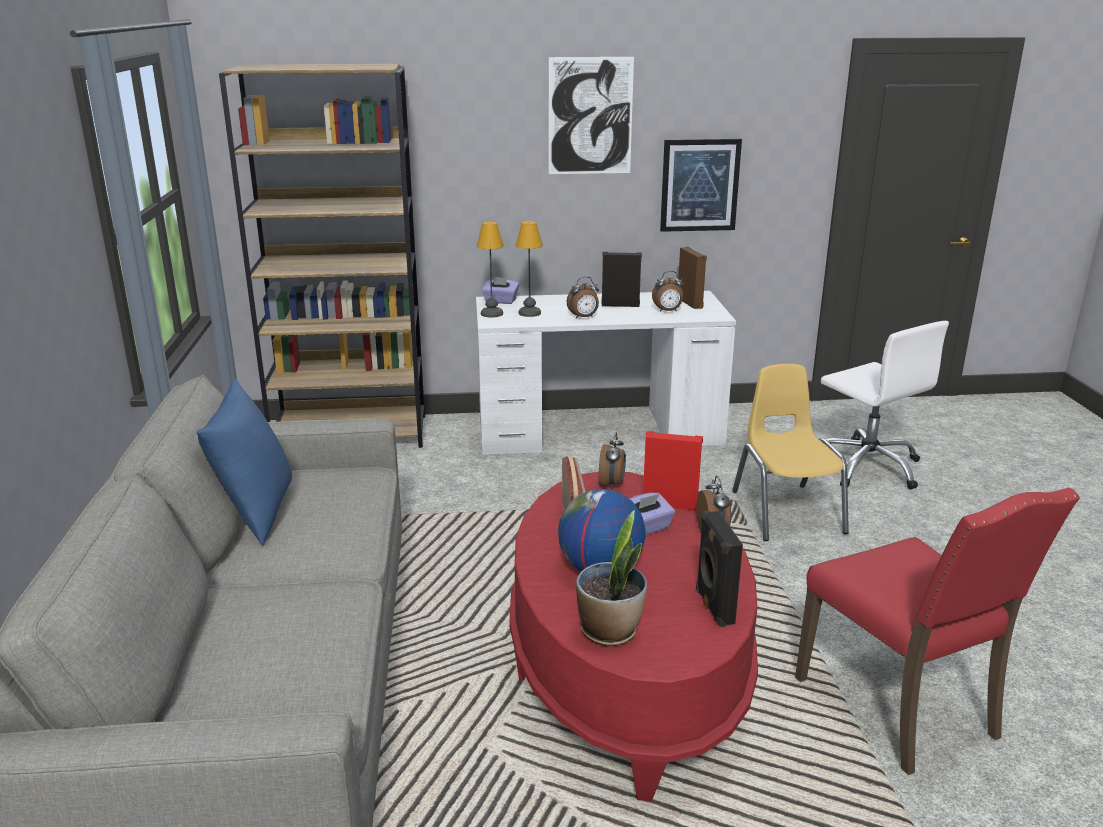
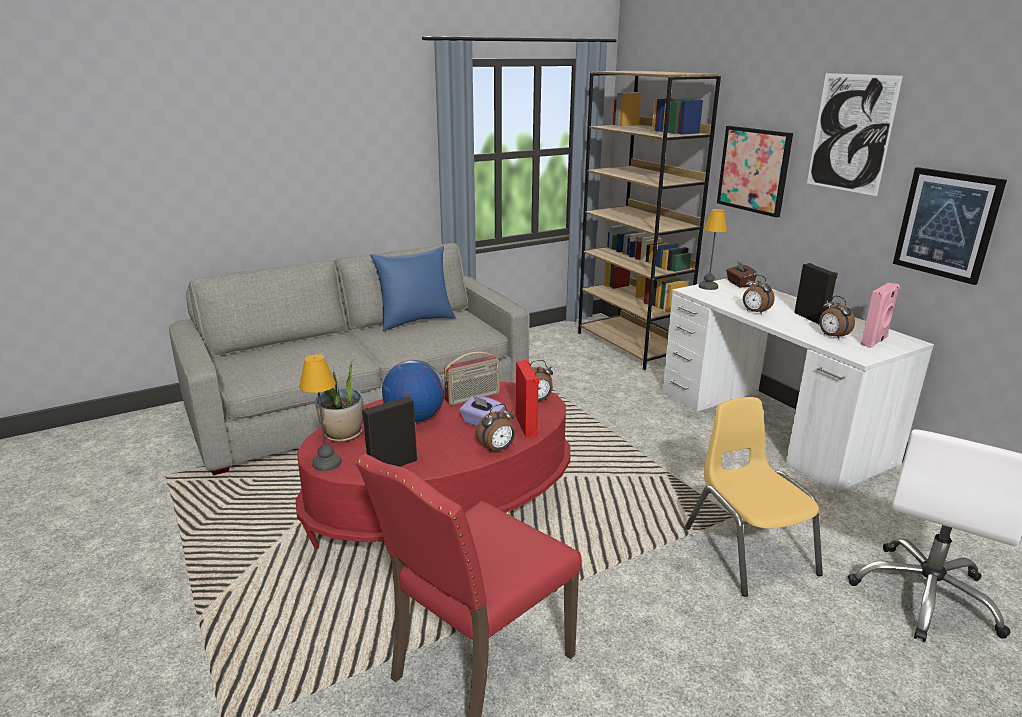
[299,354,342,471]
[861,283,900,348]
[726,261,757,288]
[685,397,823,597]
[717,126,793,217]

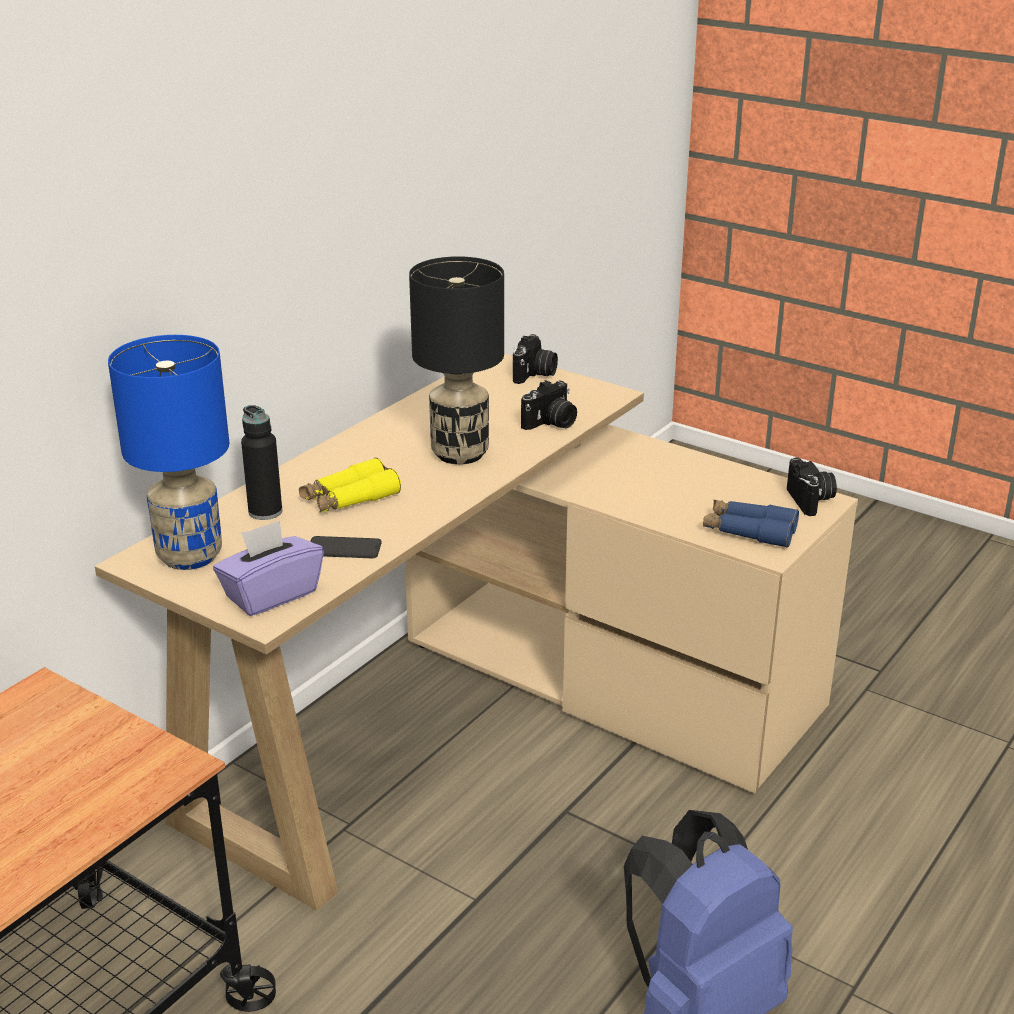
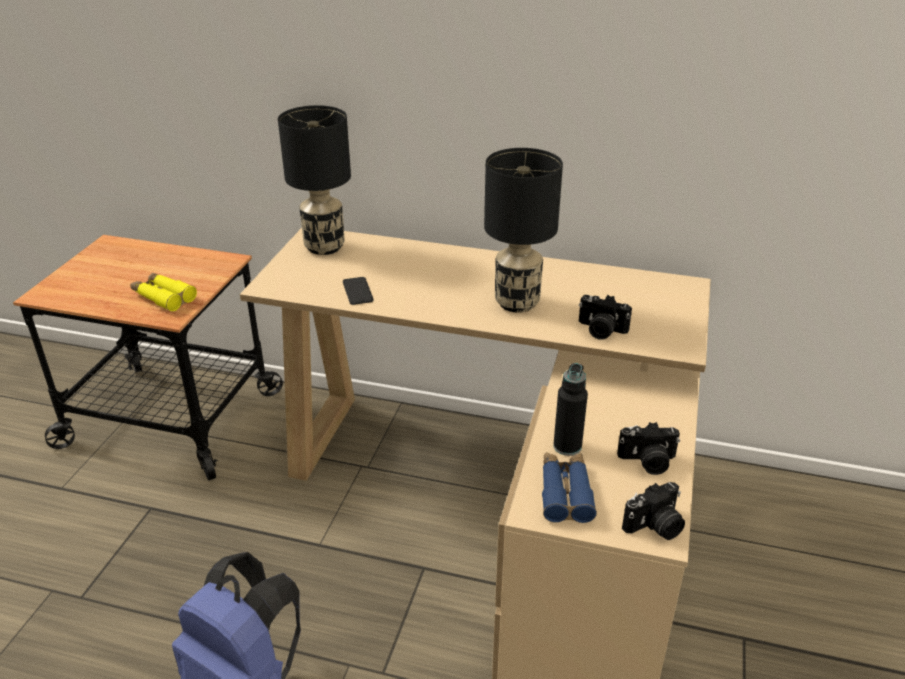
[617,422,680,475]
[278,105,351,255]
[553,363,588,456]
[130,273,197,312]
[213,520,324,616] (first image)

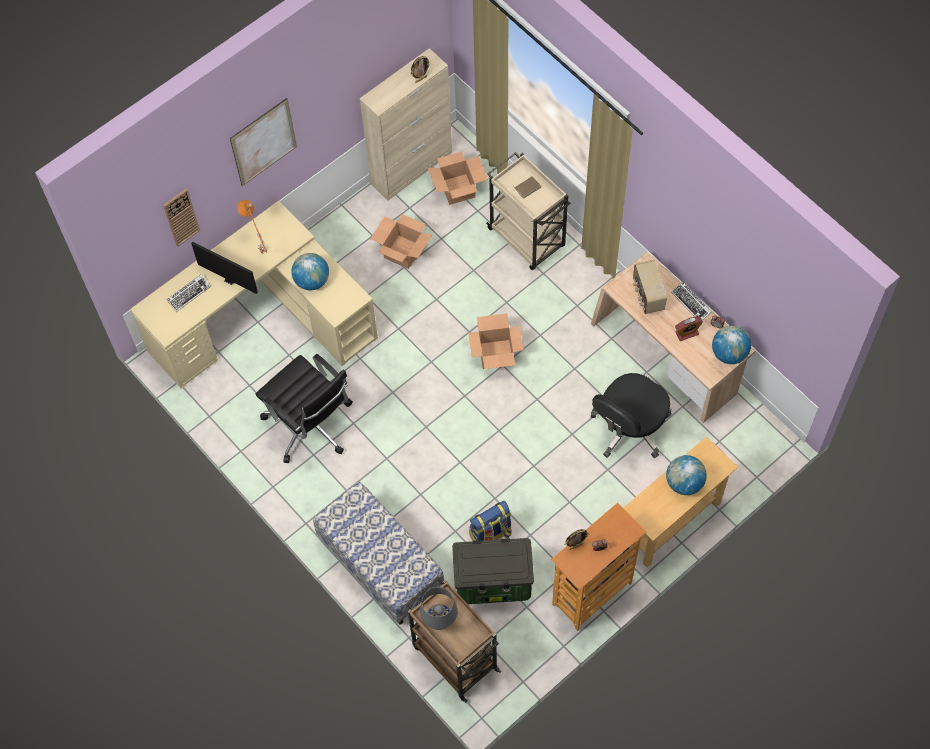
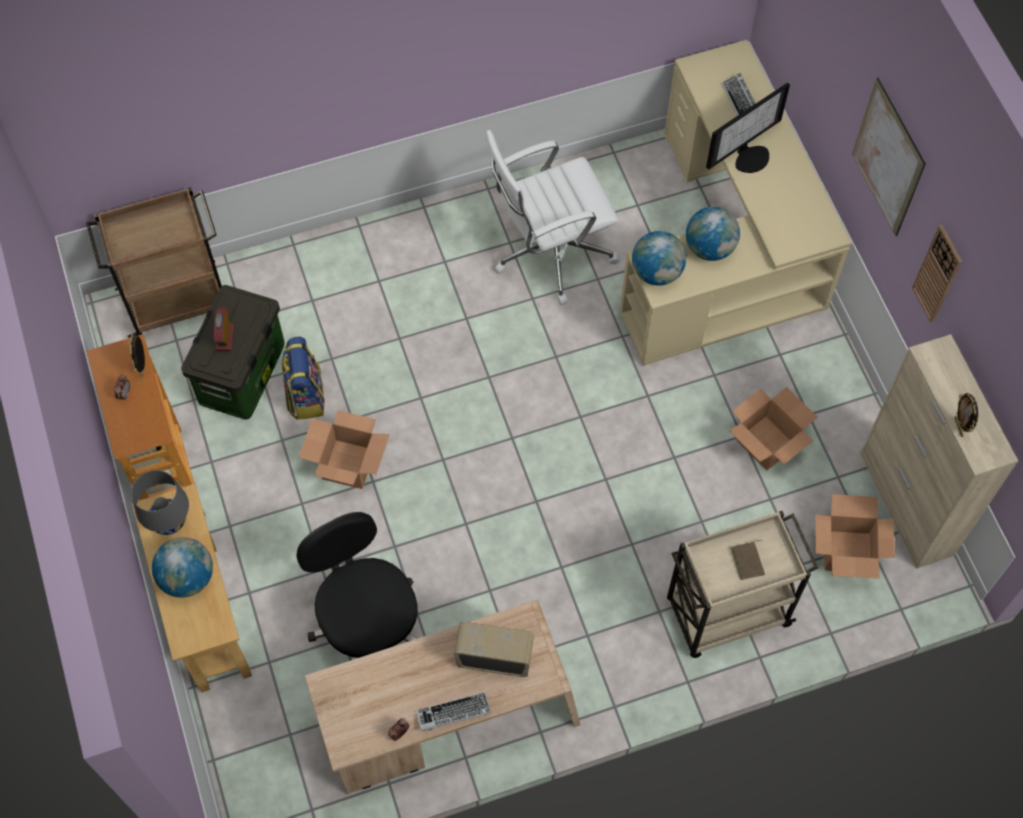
[912,225,962,323]
[237,200,267,253] (first image)
[298,410,390,489]
[214,307,234,351]
[632,231,686,286]
[485,130,620,306]
[313,482,444,624] (first image)
[131,470,189,535]

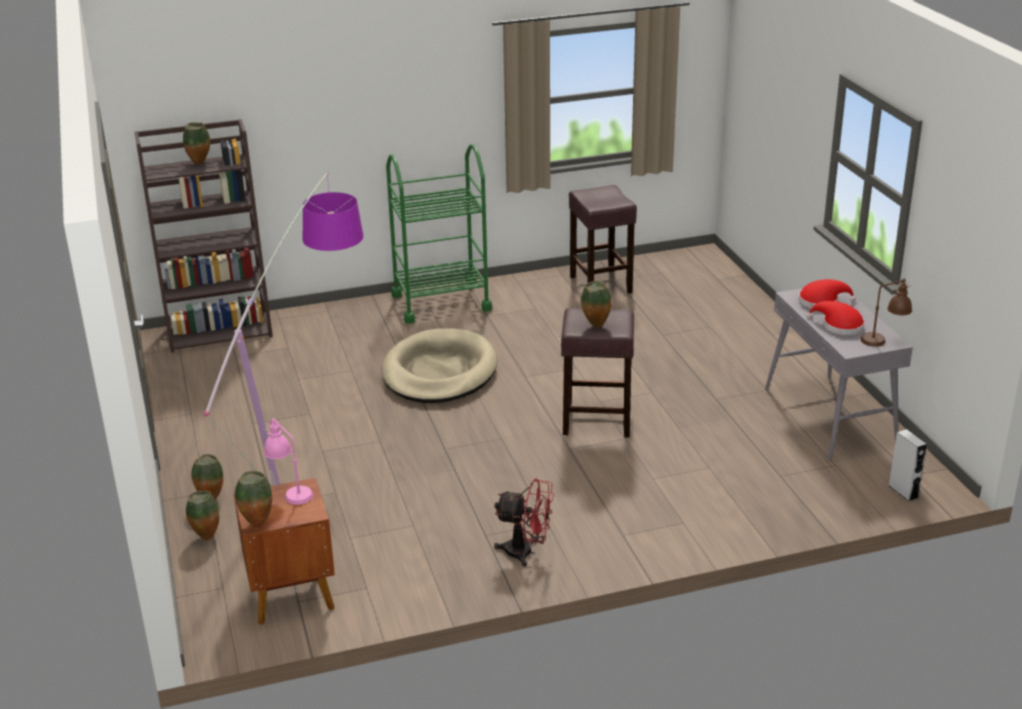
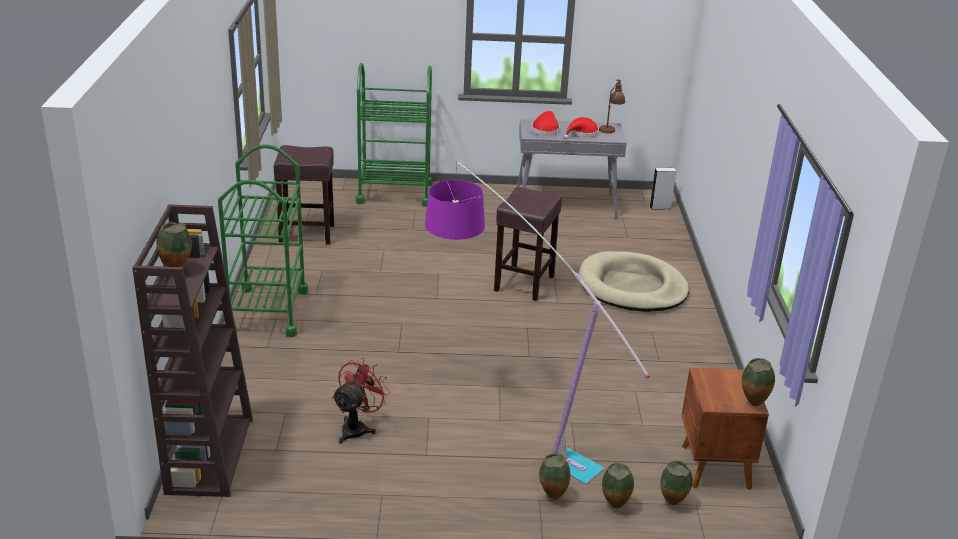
[660,461,693,505]
[579,251,689,312]
[263,418,313,505] (first image)
[332,357,391,444]
[356,63,432,207]

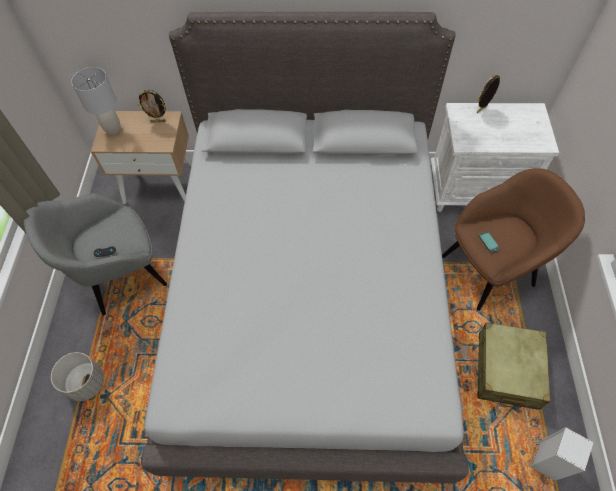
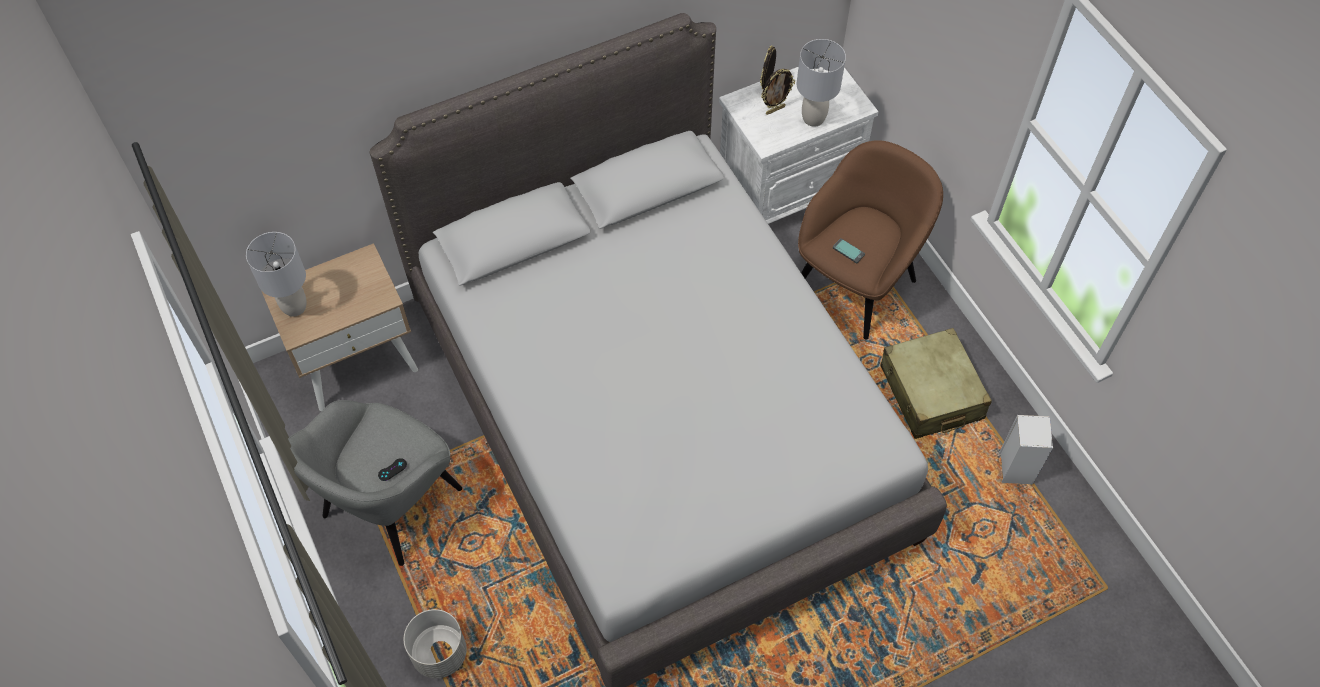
[762,69,795,115]
[797,39,846,127]

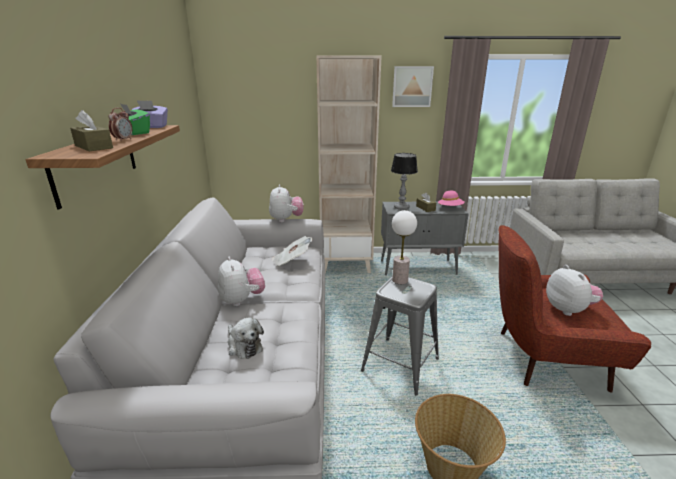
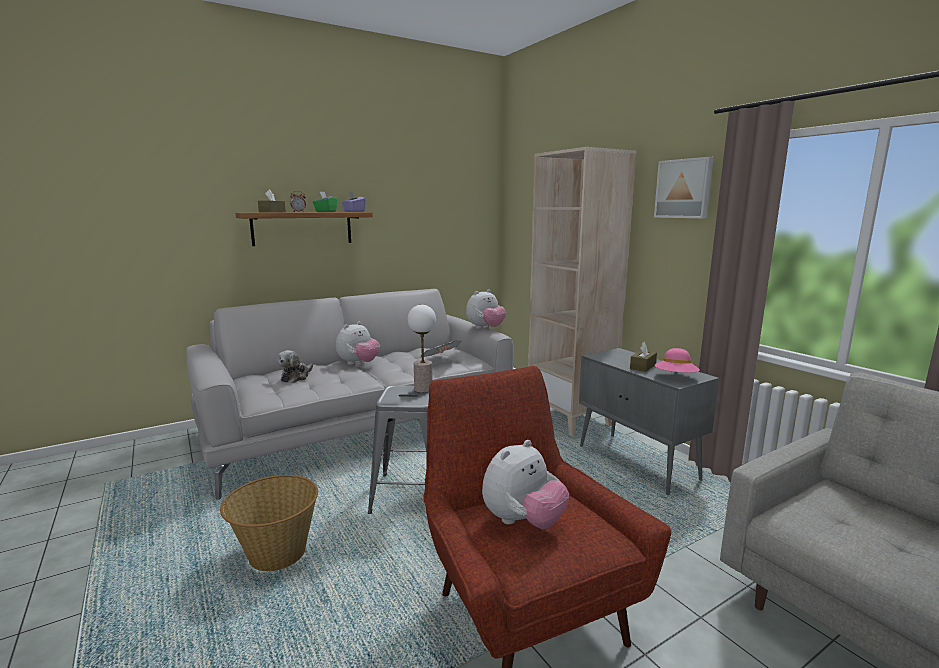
[391,153,418,210] (first image)

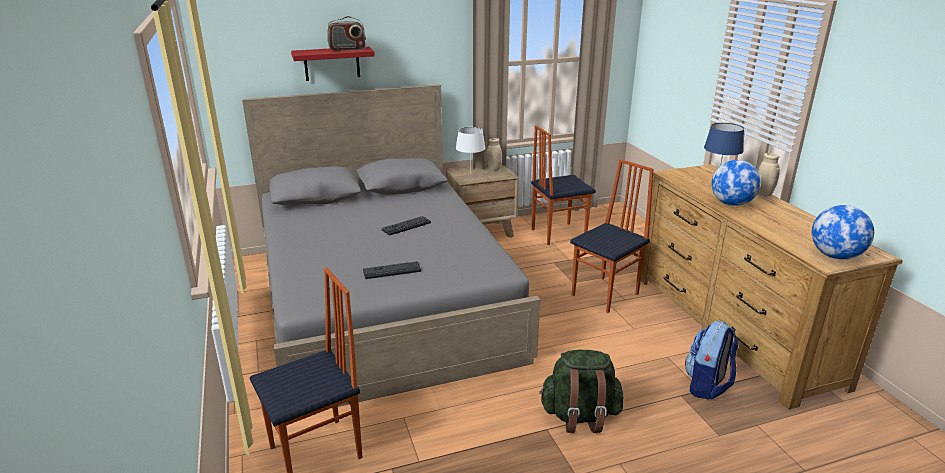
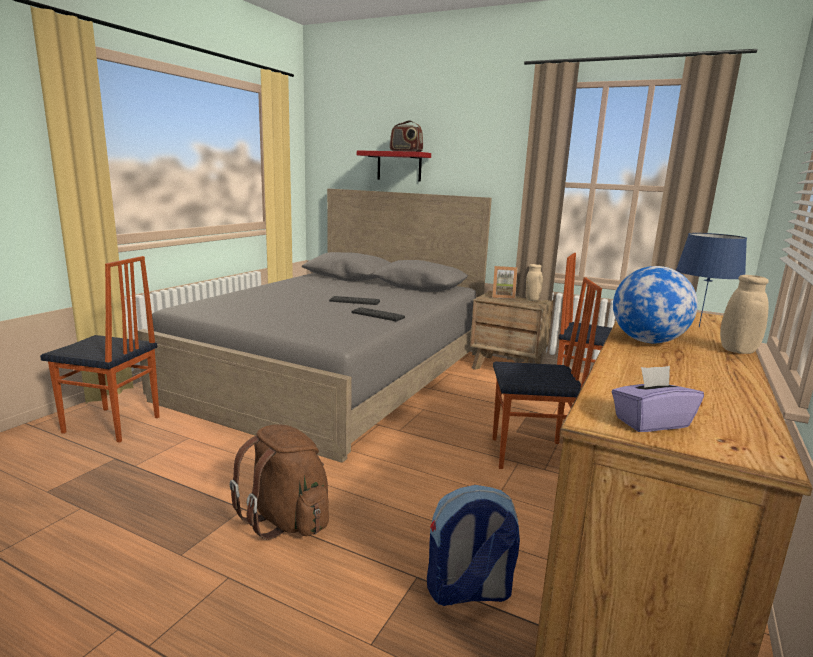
[492,266,518,299]
[611,366,704,432]
[351,307,405,321]
[230,424,329,540]

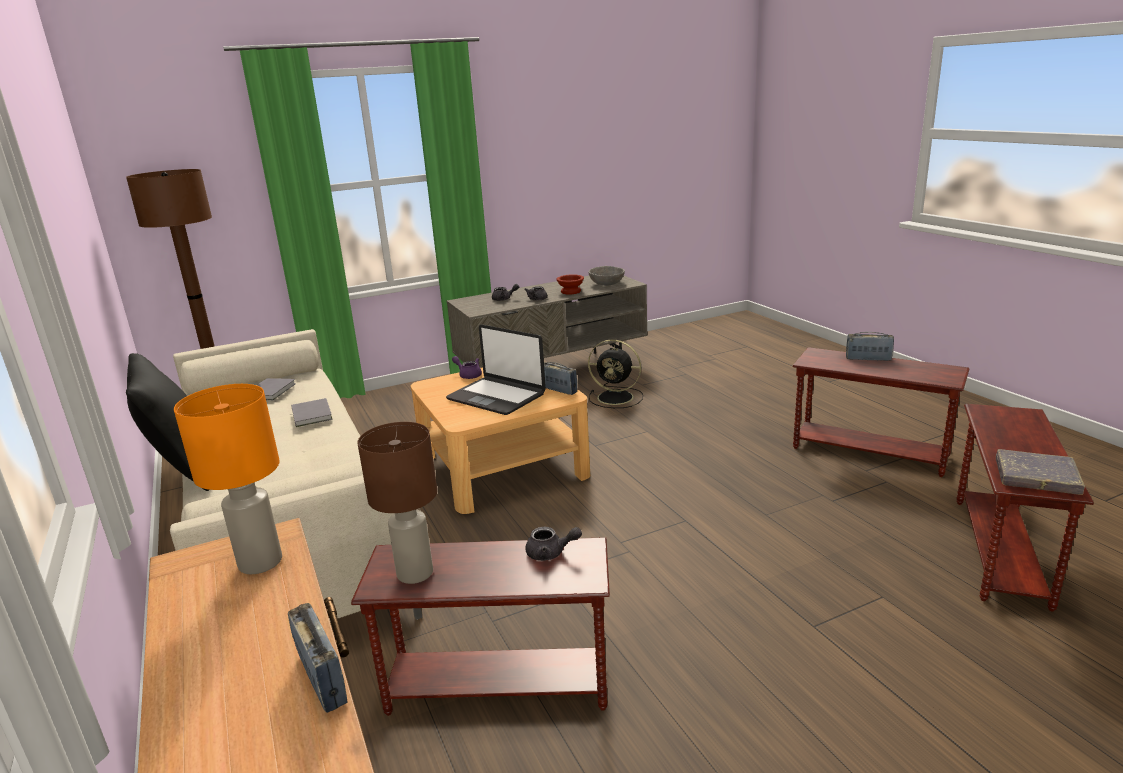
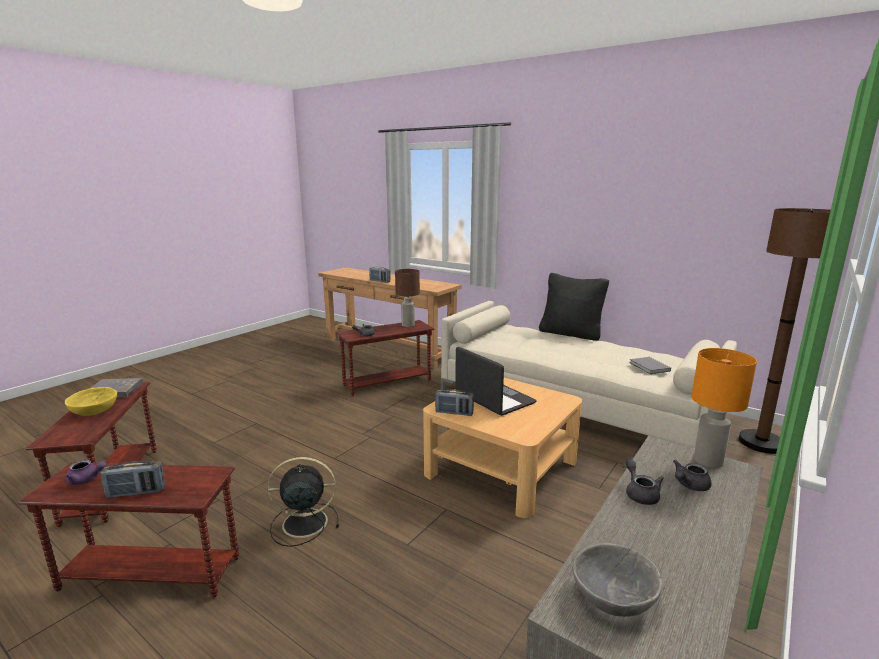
[556,274,584,295] (first image)
[455,347,537,416]
[267,457,339,547]
[66,460,107,485]
[691,348,757,468]
[291,398,333,427] (first image)
[65,387,117,416]

